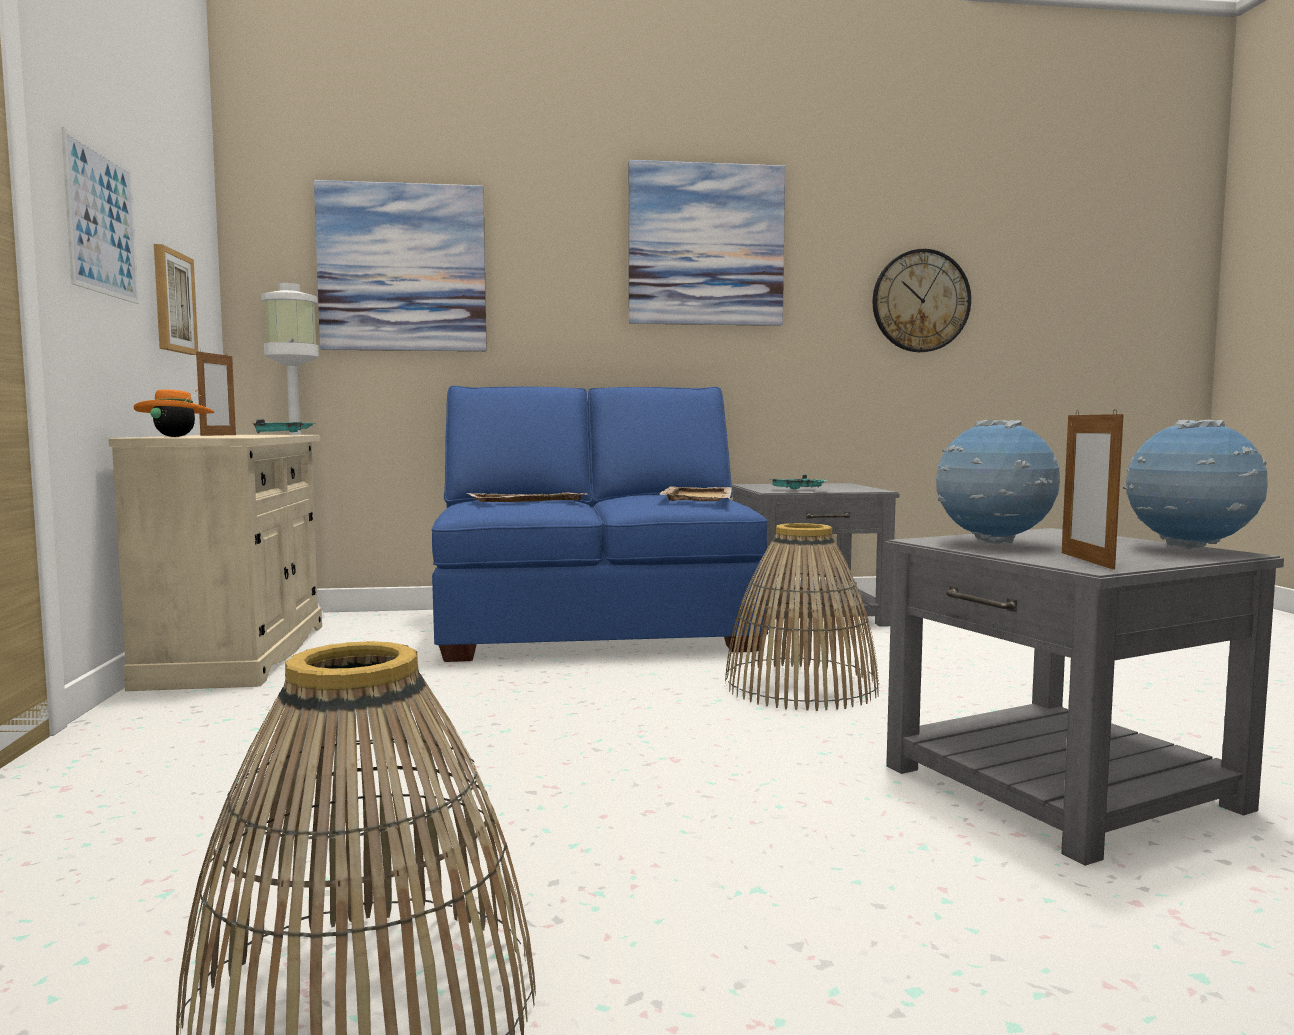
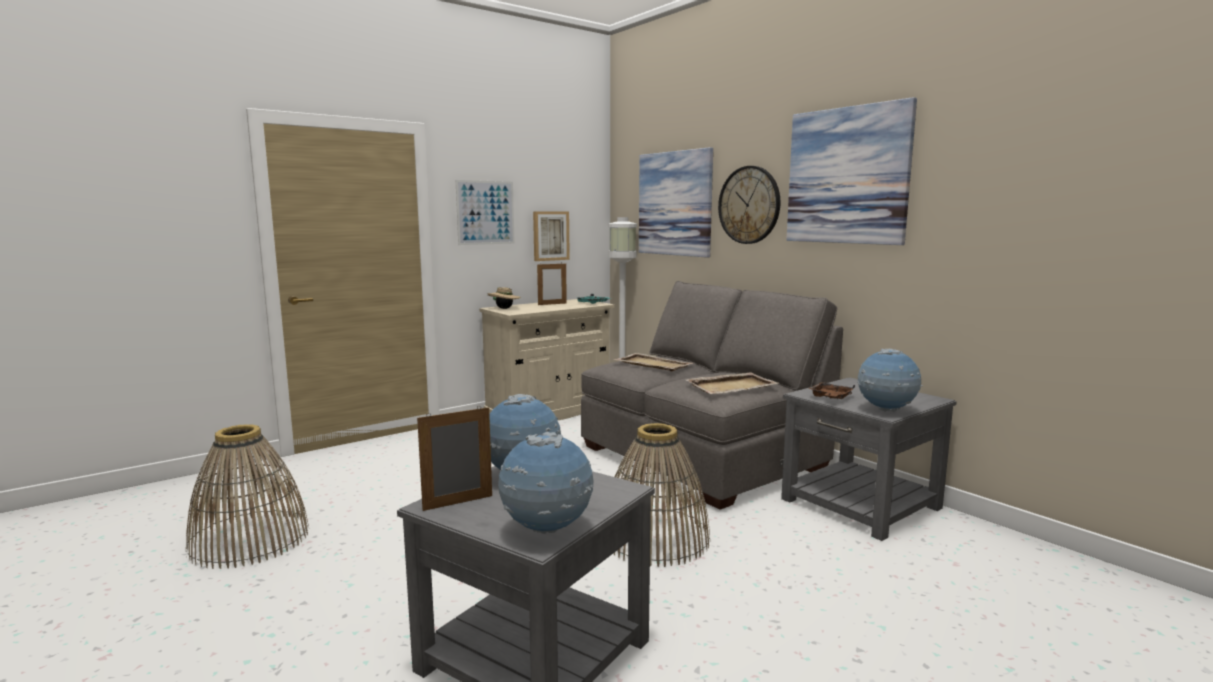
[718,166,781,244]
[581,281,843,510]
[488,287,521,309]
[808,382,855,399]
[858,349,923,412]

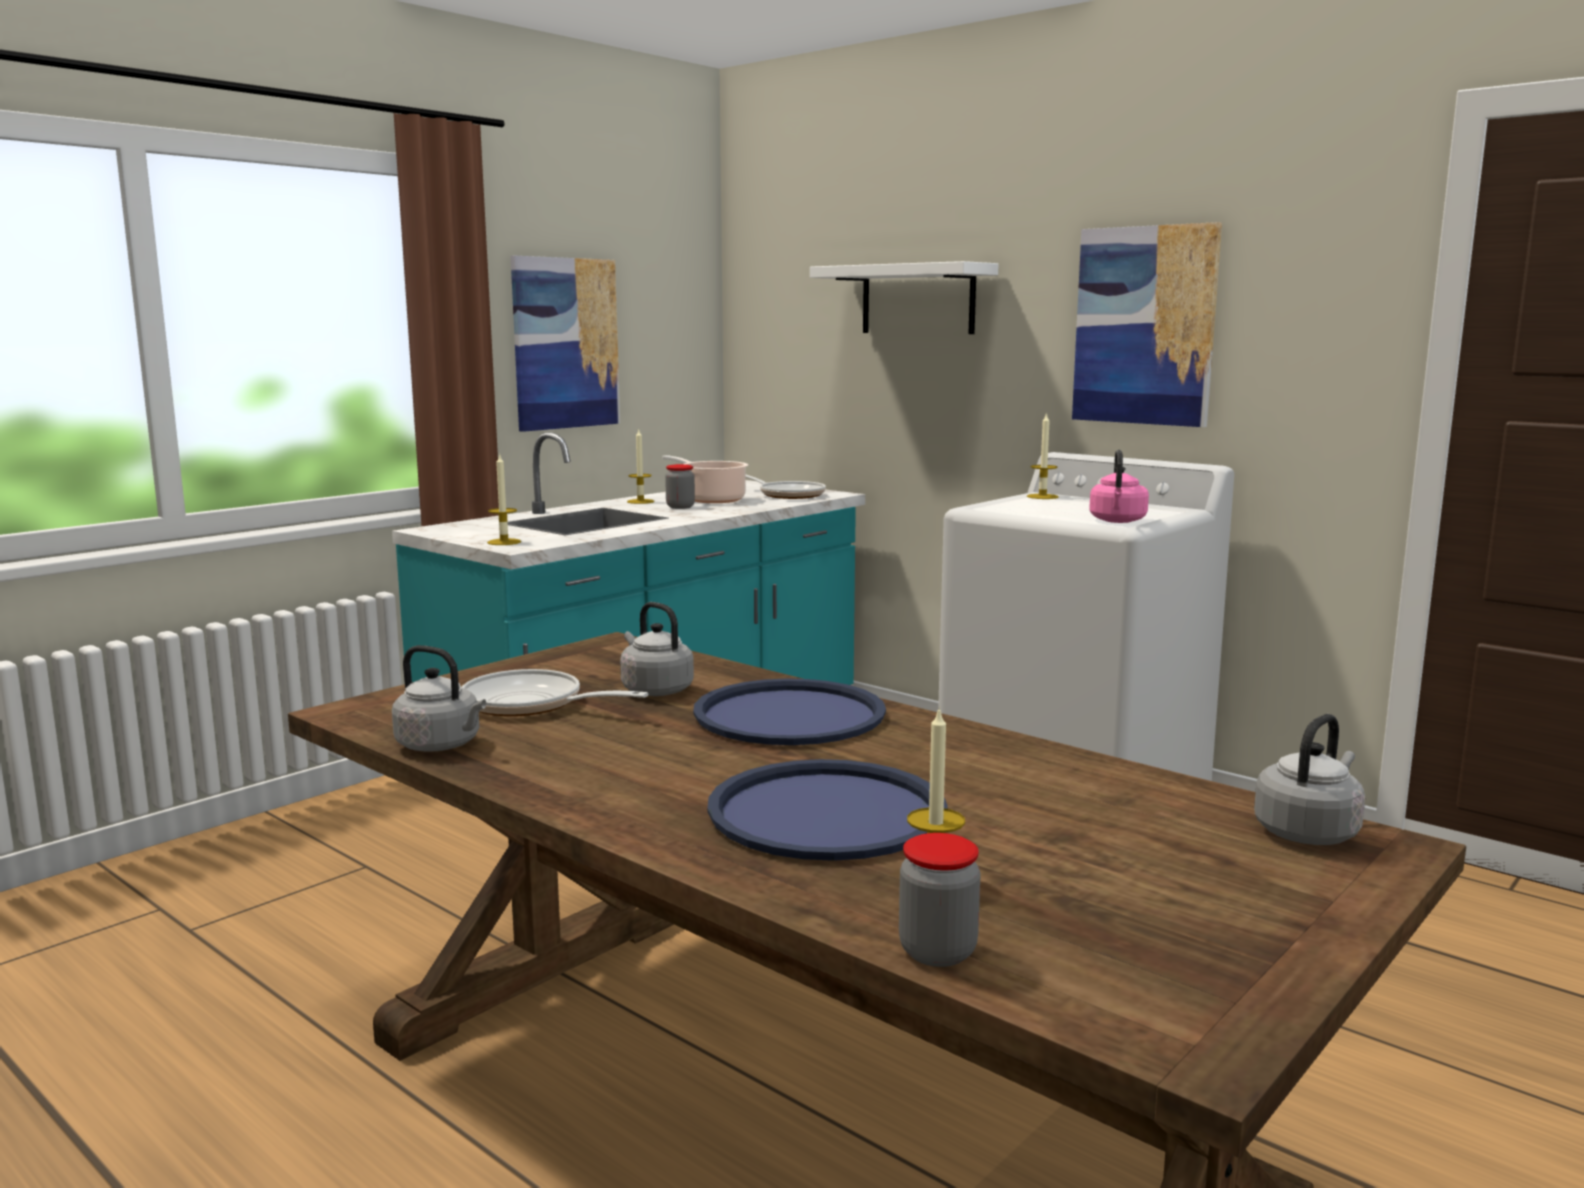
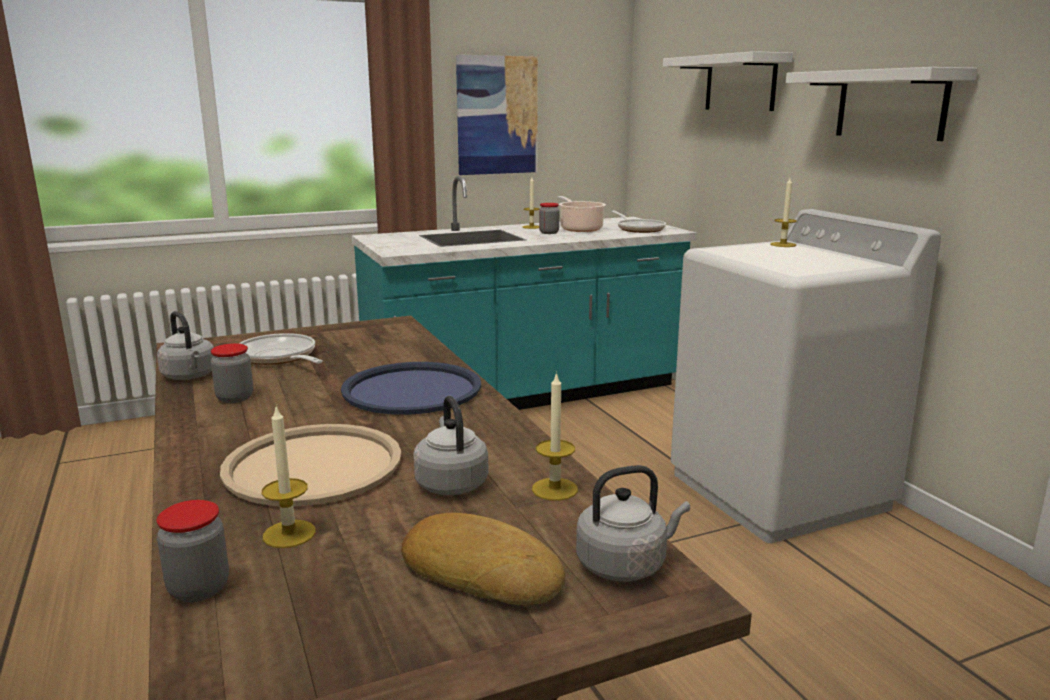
[786,67,978,141]
[1089,450,1149,523] (first image)
[532,371,578,501]
[414,396,489,495]
[220,424,401,506]
[211,343,253,403]
[401,513,565,606]

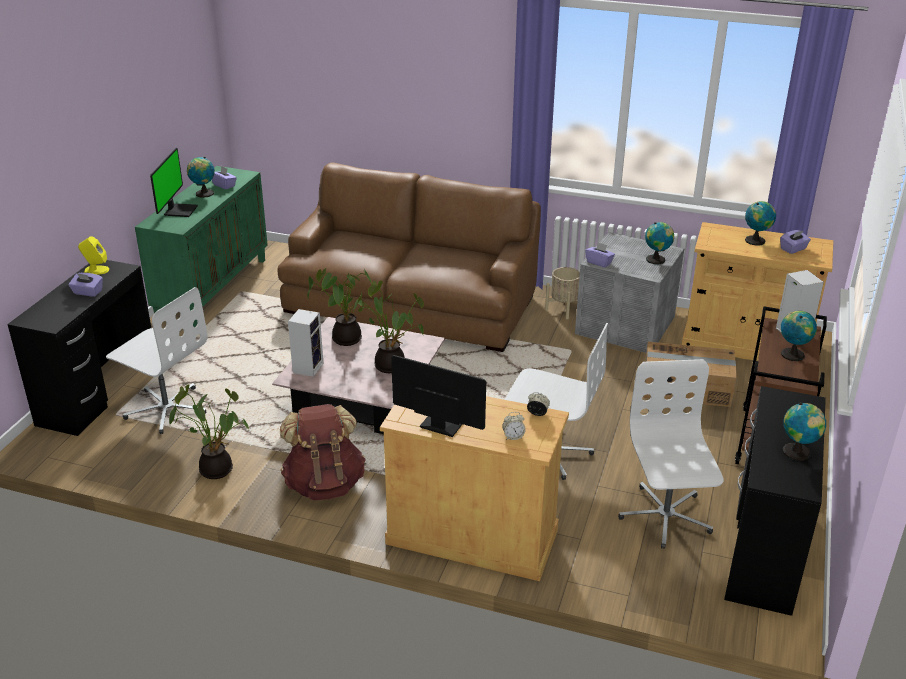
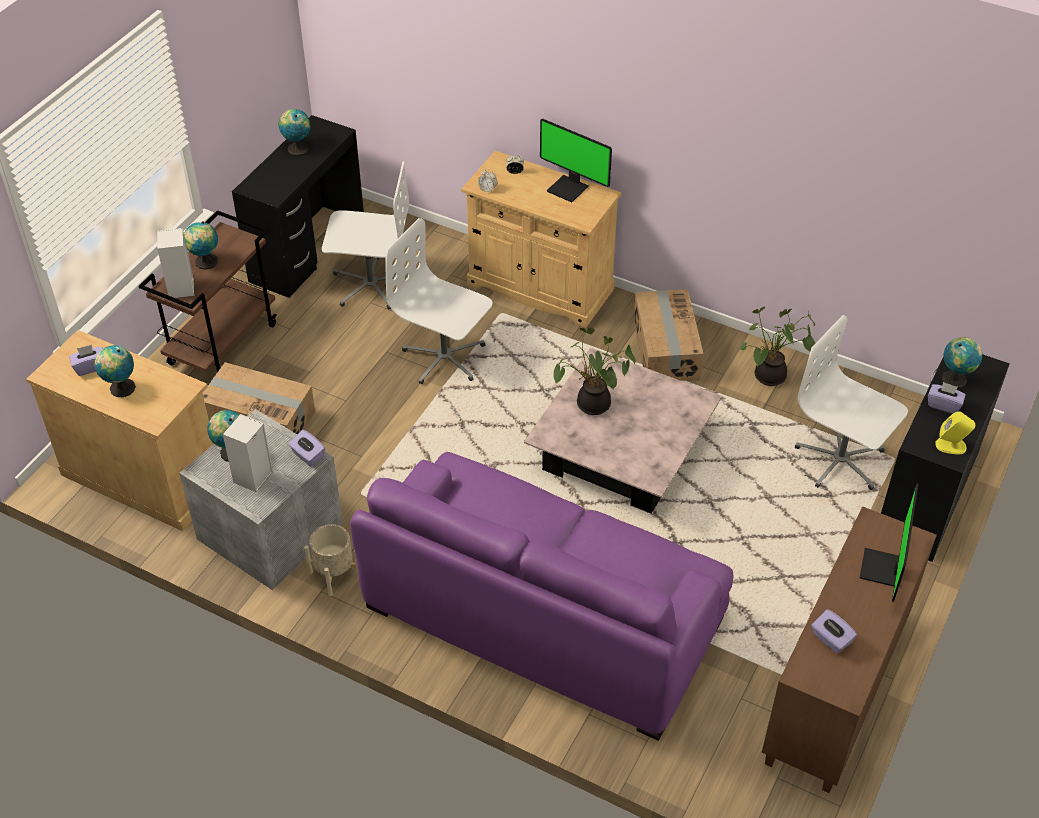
[941,337,982,389]
[350,452,733,741]
[762,506,937,793]
[307,268,372,346] (first image)
[223,414,273,492]
[322,162,409,310]
[633,289,704,381]

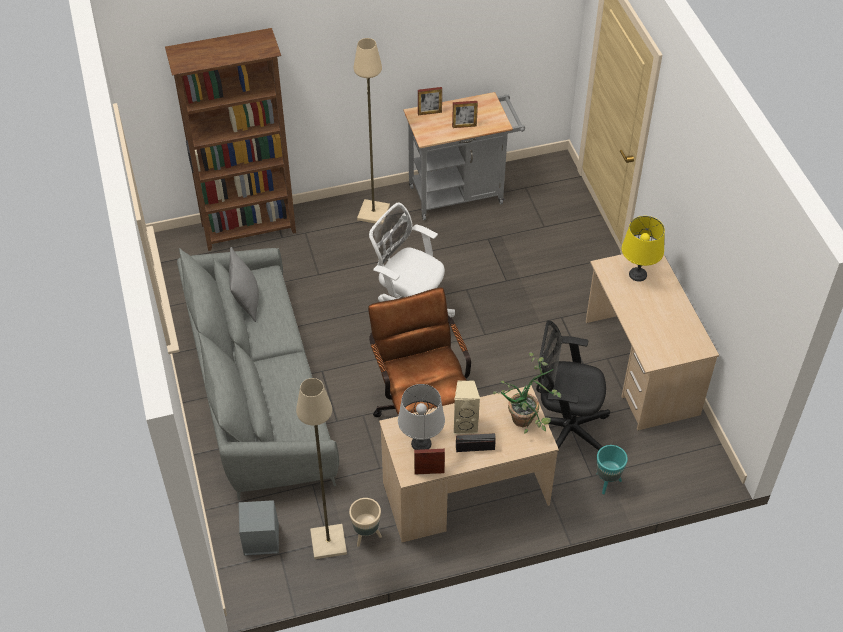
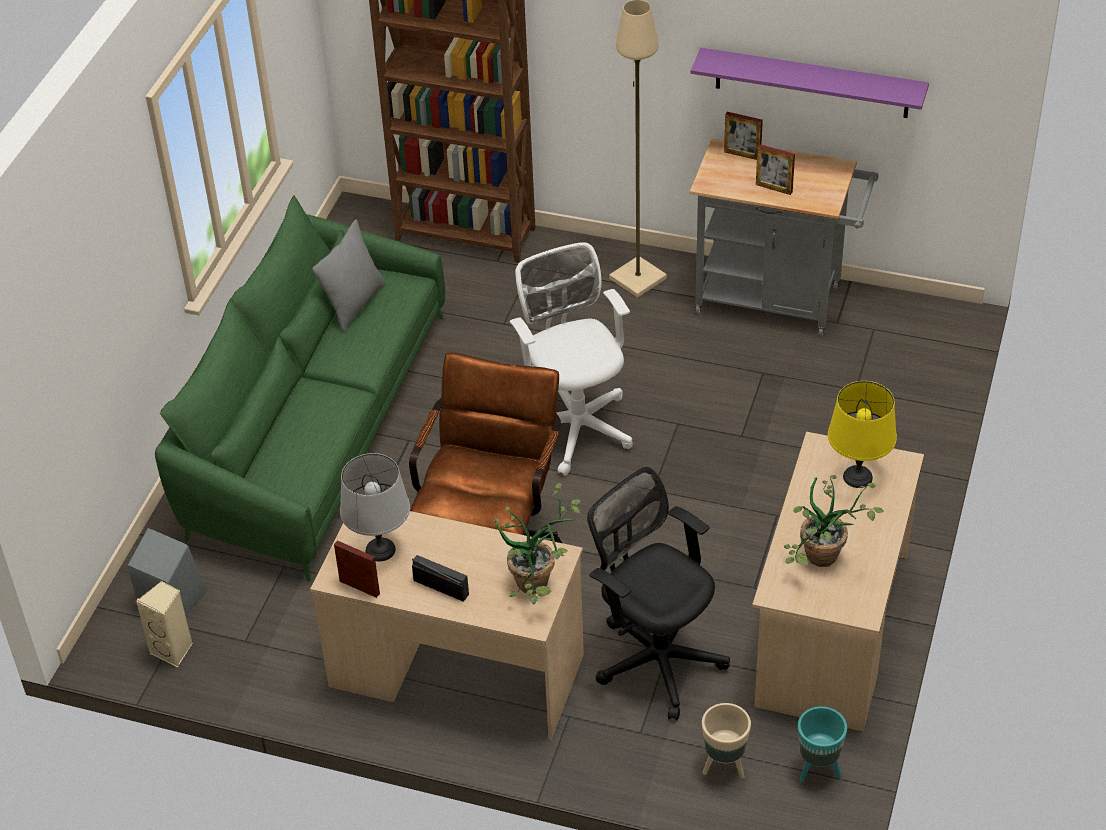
[155,196,445,582]
[296,378,347,559] (first image)
[136,581,193,668]
[798,706,847,782]
[702,703,751,779]
[691,48,929,118]
[784,475,884,567]

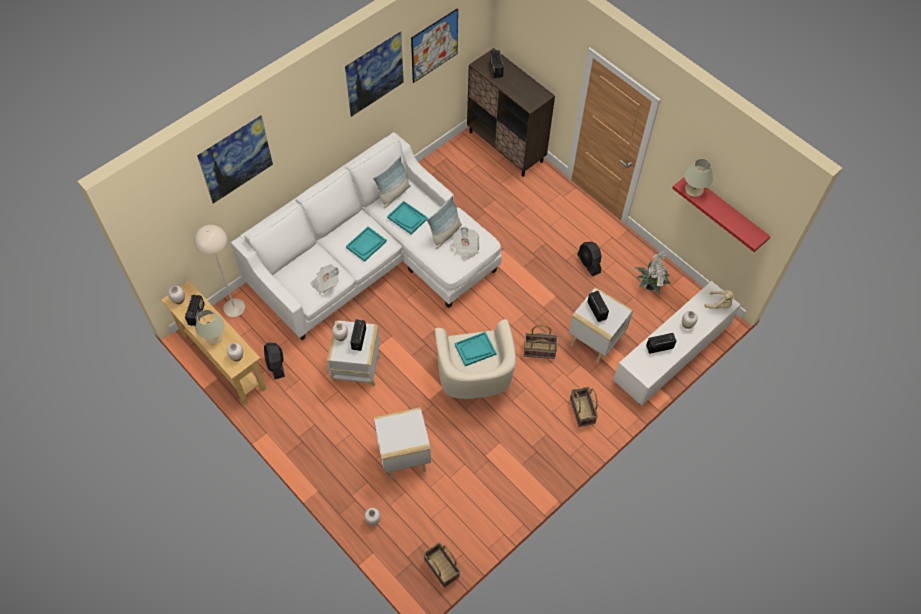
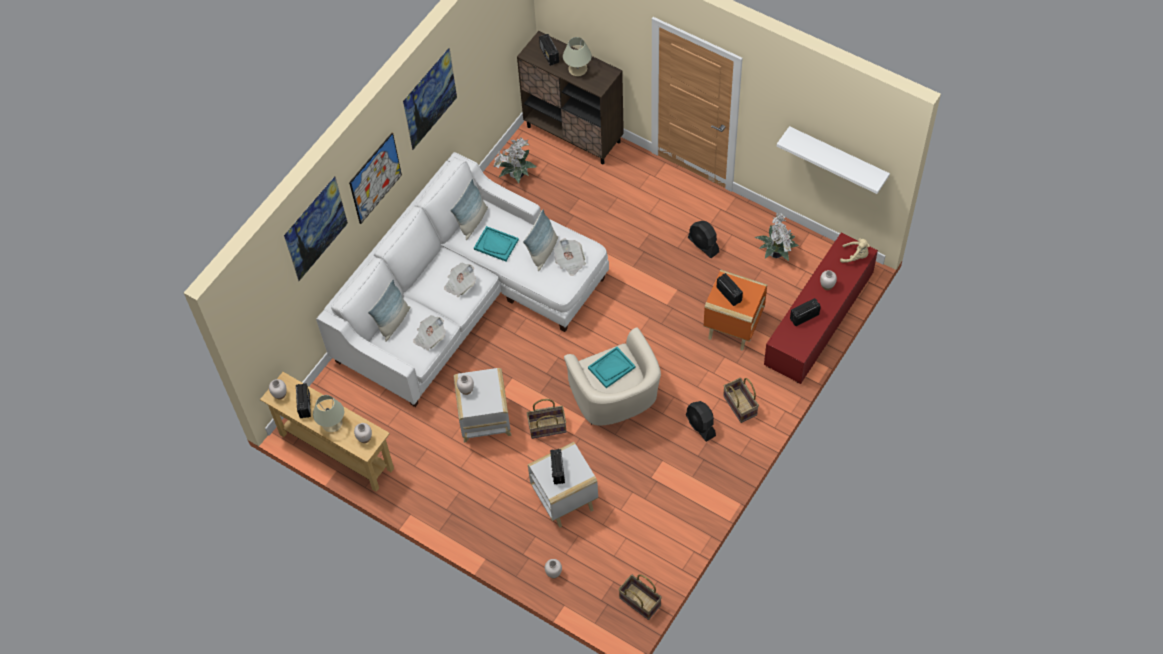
[349,133,402,224]
[563,37,592,76]
[777,126,890,194]
[194,225,245,317] (first image)
[444,262,476,297]
[764,233,878,384]
[704,270,767,351]
[550,449,565,484]
[527,399,566,439]
[686,401,716,442]
[493,138,536,183]
[368,279,410,342]

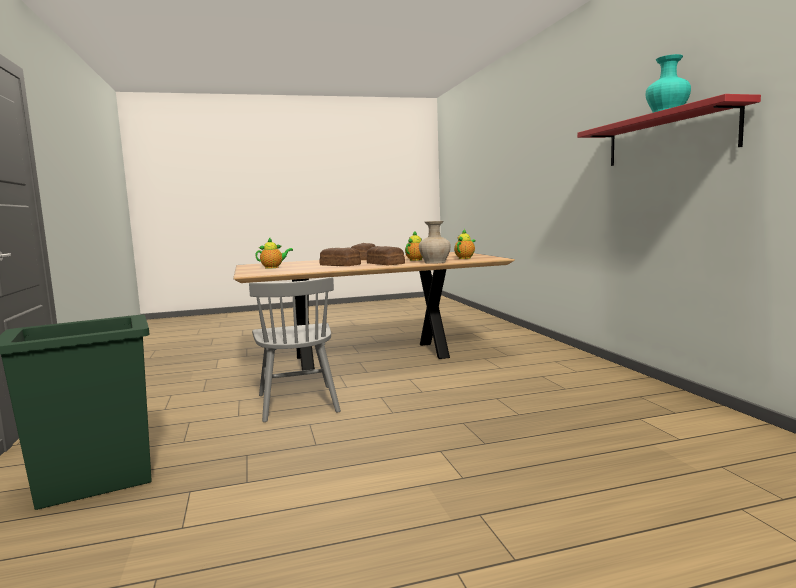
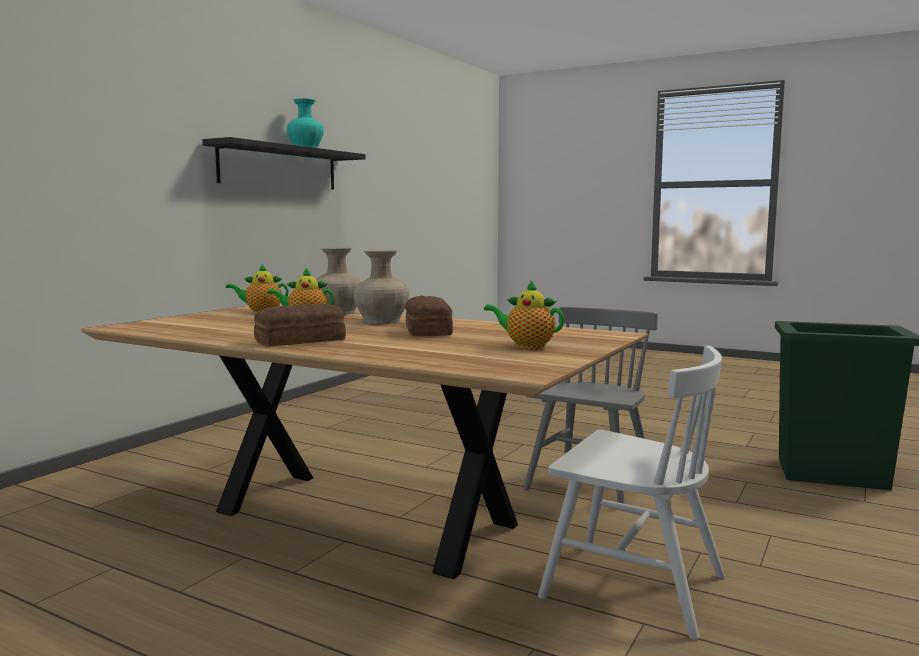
[203,137,365,189]
[354,250,409,324]
[538,346,725,640]

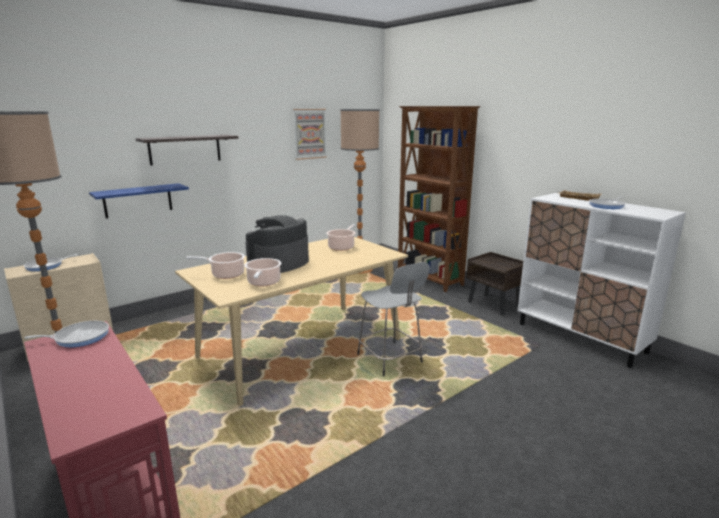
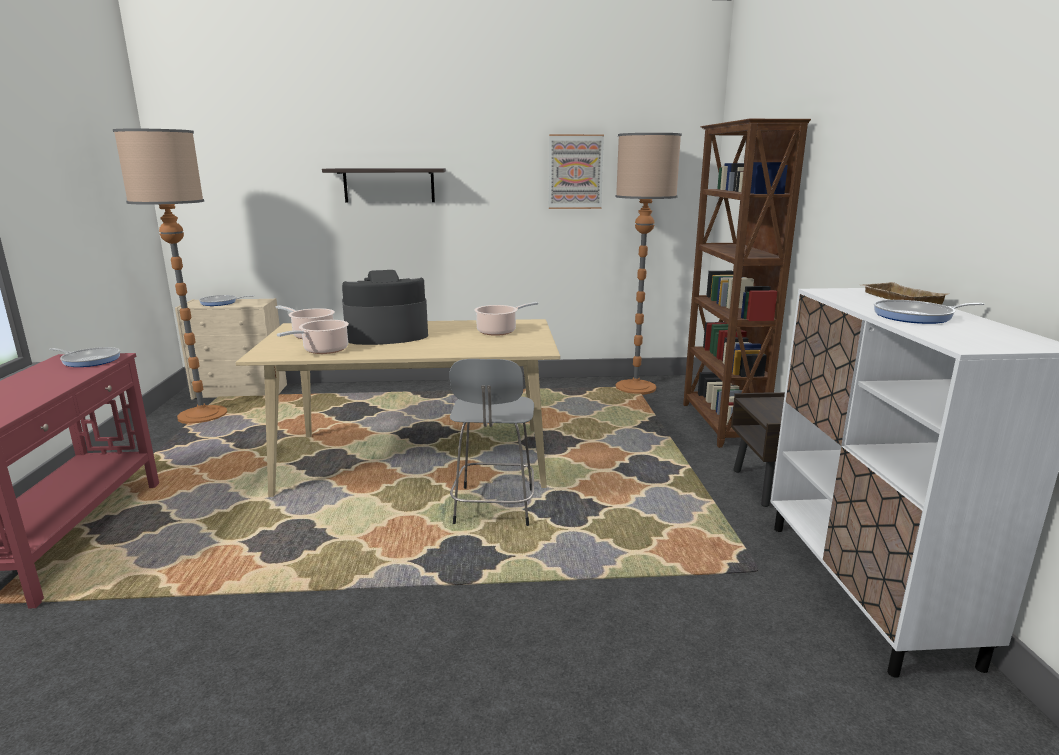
[89,183,189,219] (first image)

